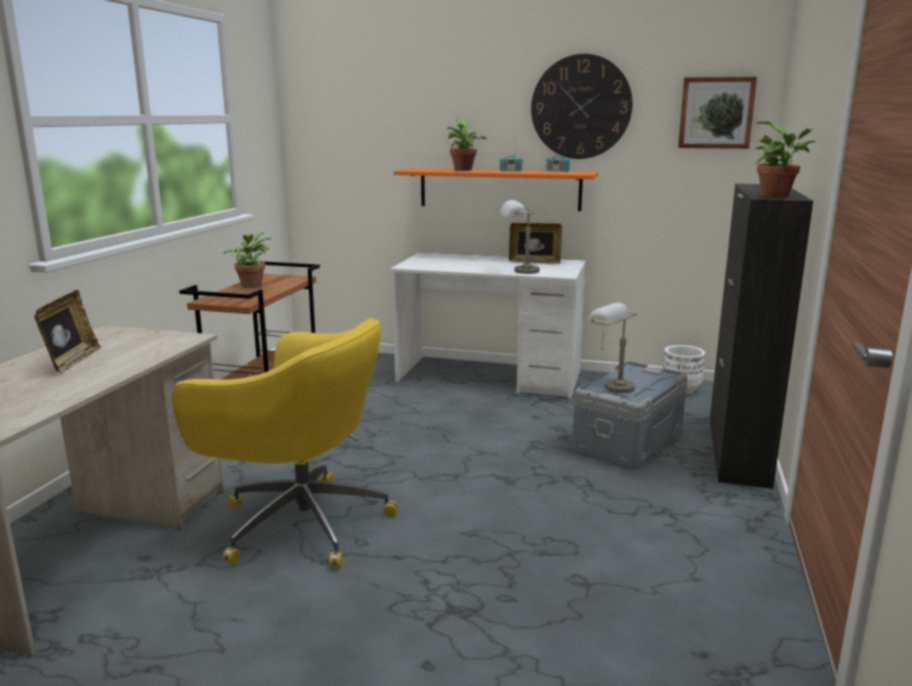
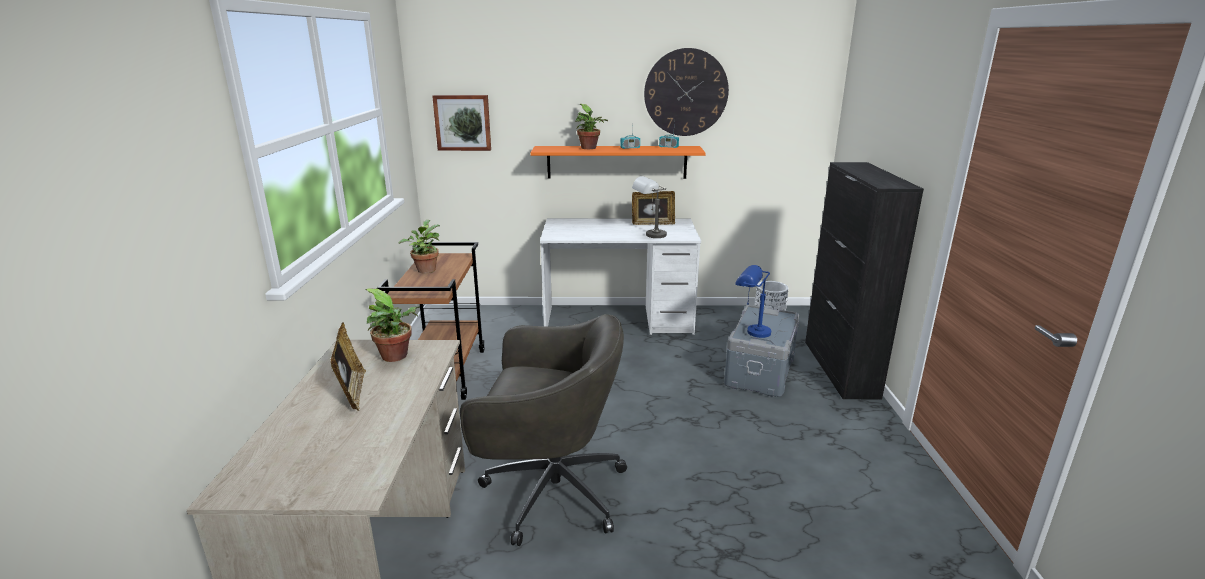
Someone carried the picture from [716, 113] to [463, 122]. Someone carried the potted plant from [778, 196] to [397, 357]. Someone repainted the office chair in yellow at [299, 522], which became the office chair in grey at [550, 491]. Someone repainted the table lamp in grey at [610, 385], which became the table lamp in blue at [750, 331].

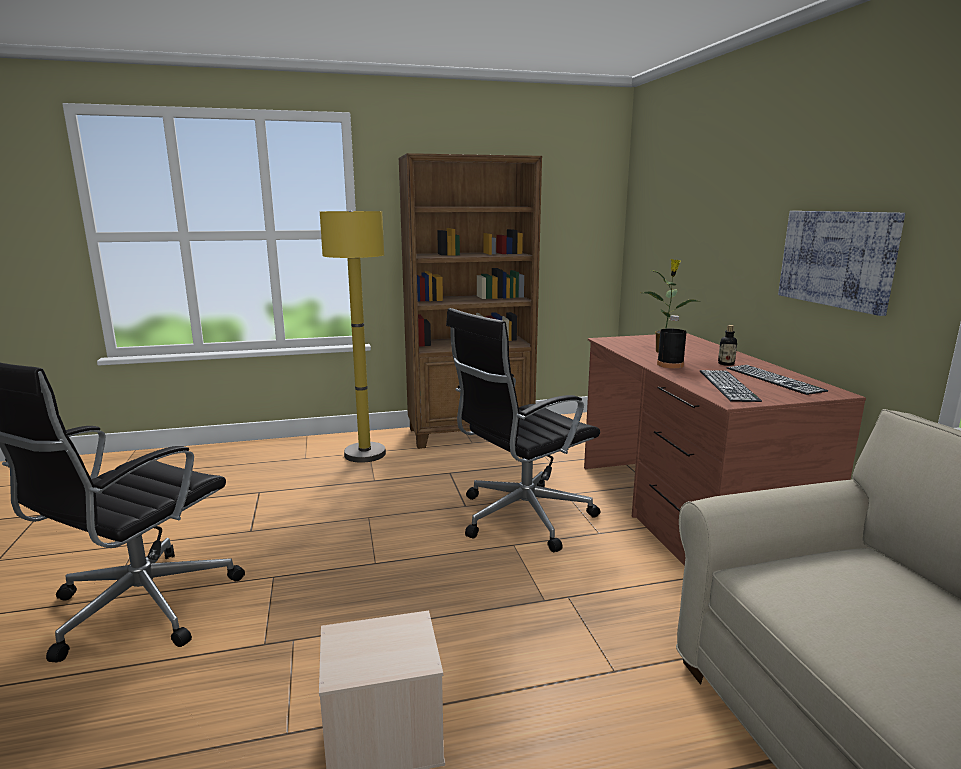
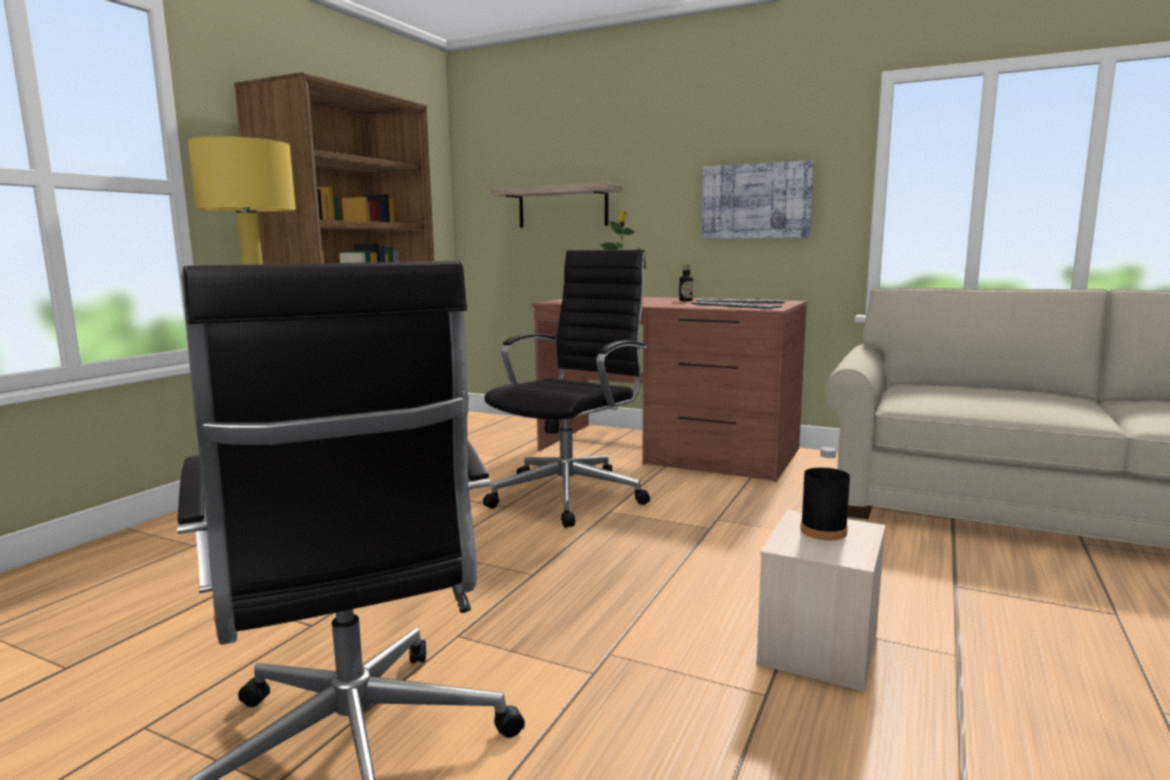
Someone put up the shelf at [562, 207]. Someone carried the bottle in black from [670, 365] to [823, 531]. Someone rotated the office chair in black at [521, 517] by 150 degrees counterclockwise.

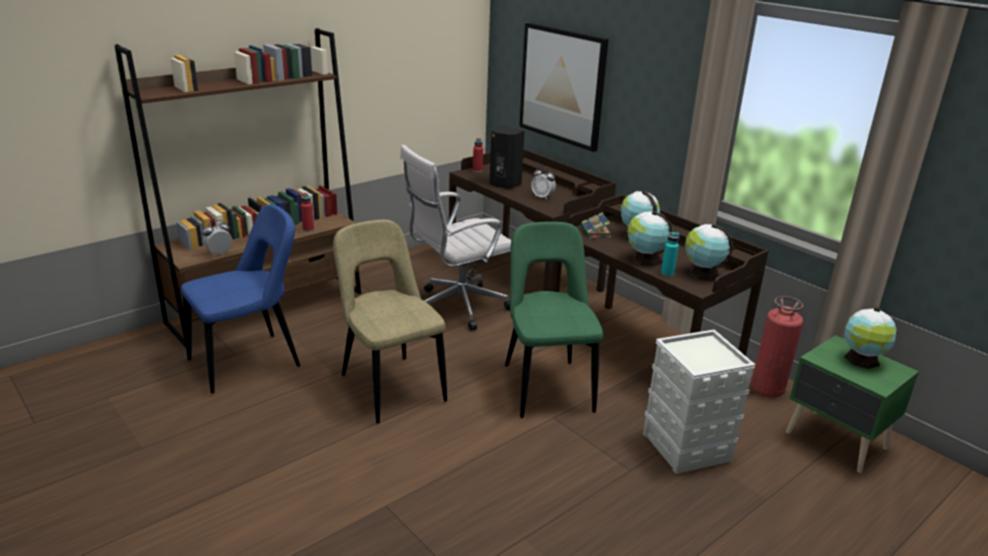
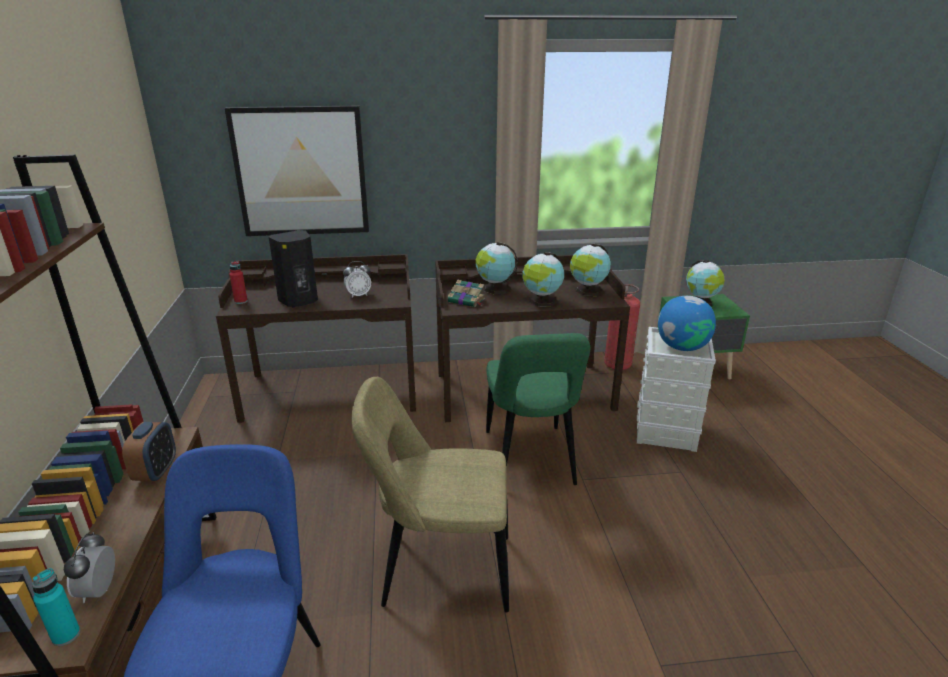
Someone took away the office chair in white at [457, 307]. Someone put down the globe at [682, 347]. Someone carried the bottle in turquoise from [667, 273] to [66, 635]. Someone swapped the bottle in red at [308, 229] for the alarm clock at [156, 472]. Someone rotated the chair in green at [546, 385] by 120 degrees counterclockwise.

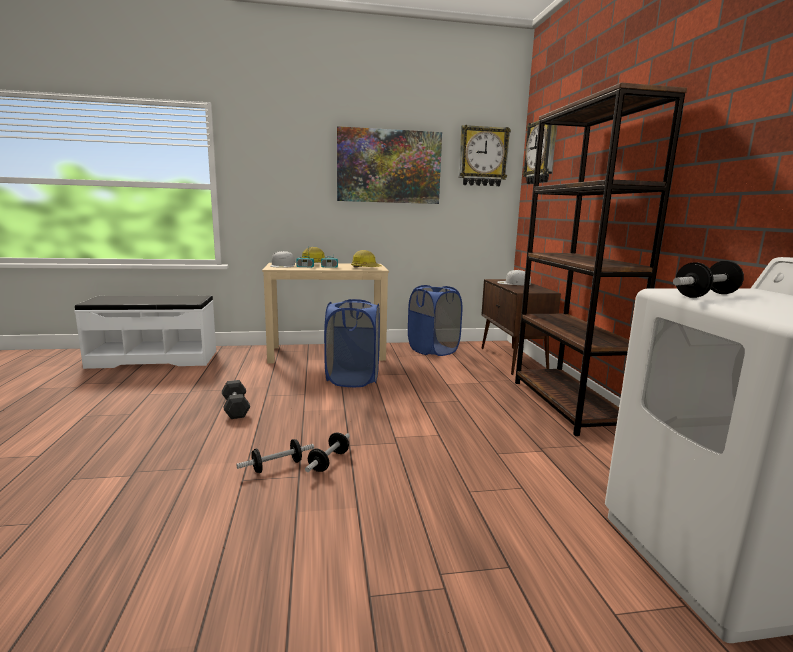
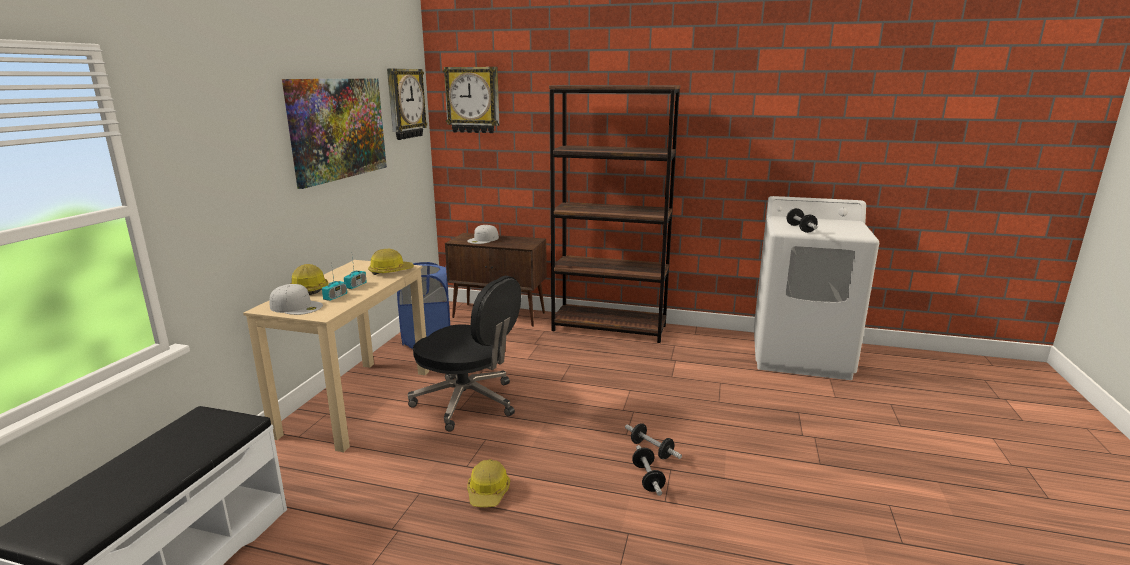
Someone swapped the dumbbell in grey at [235, 408] for the hard hat at [488, 492]. Someone swapped the laundry basket in blue at [352, 379] for the office chair in black at [468, 402].

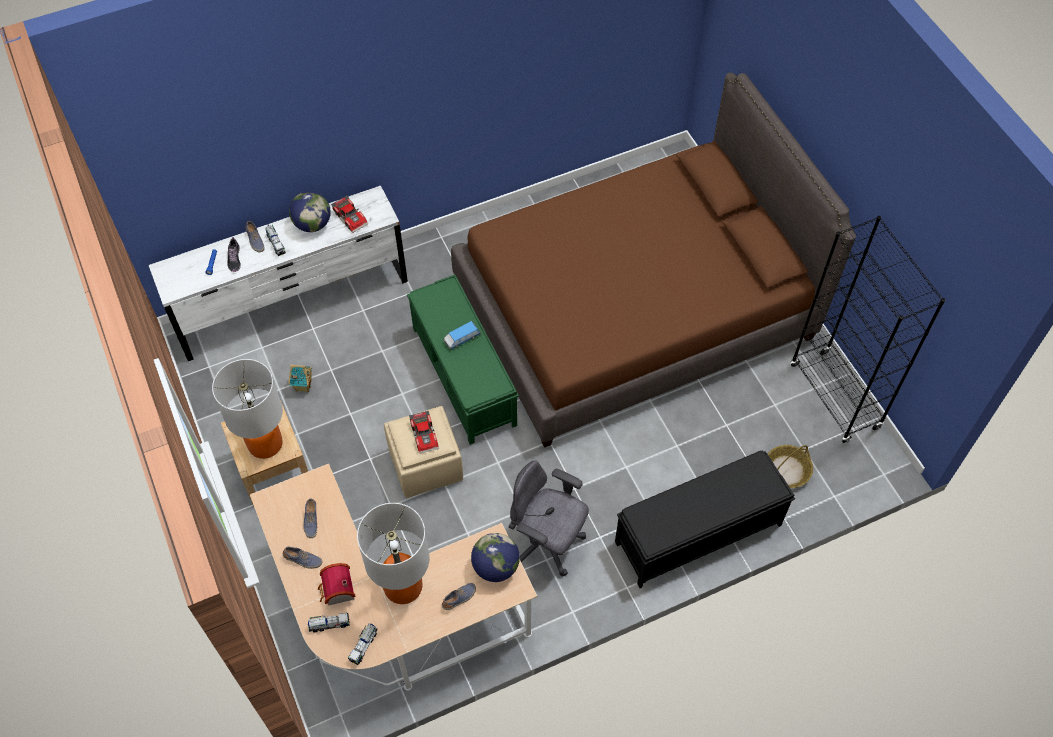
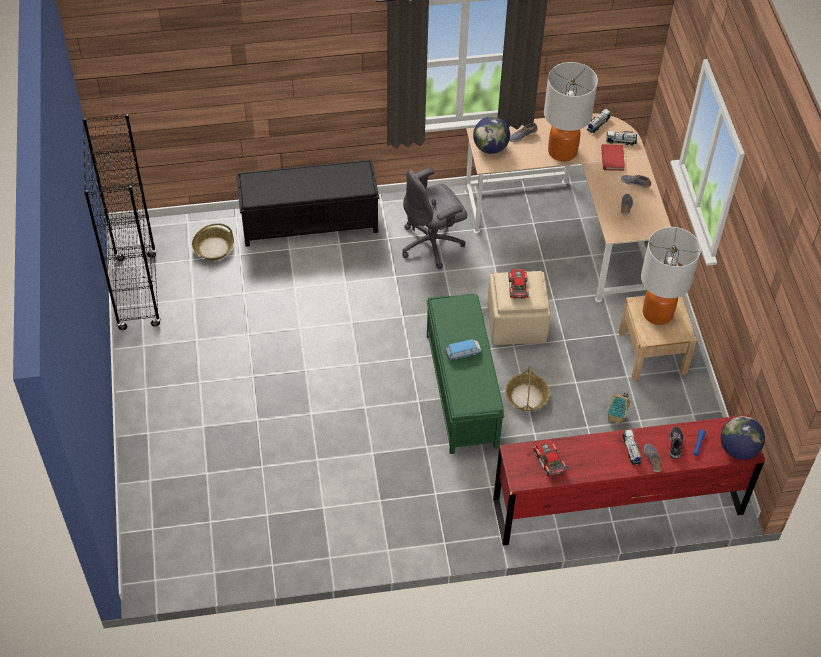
Someone took away the bed in brown at [634, 310]. Someone put down the basket at [527, 397]. Someone carried the globe from [312, 224] to [738, 449]. Someone swapped the toy house at [337, 591] for the book in red at [612, 159]. Someone repainted the dresser in white at [292, 302], which became the dresser in red at [617, 506]. Someone rotated the office chair in grey at [546, 543] by 105 degrees clockwise.

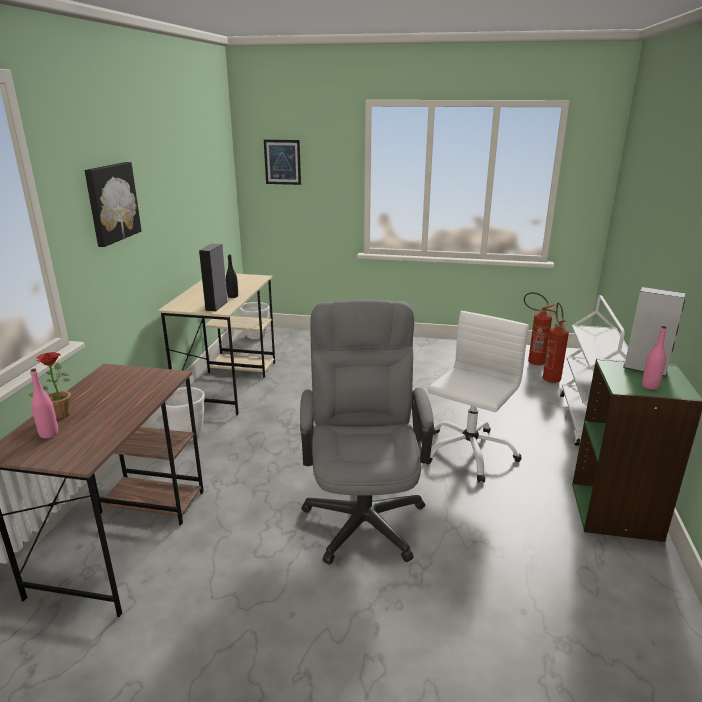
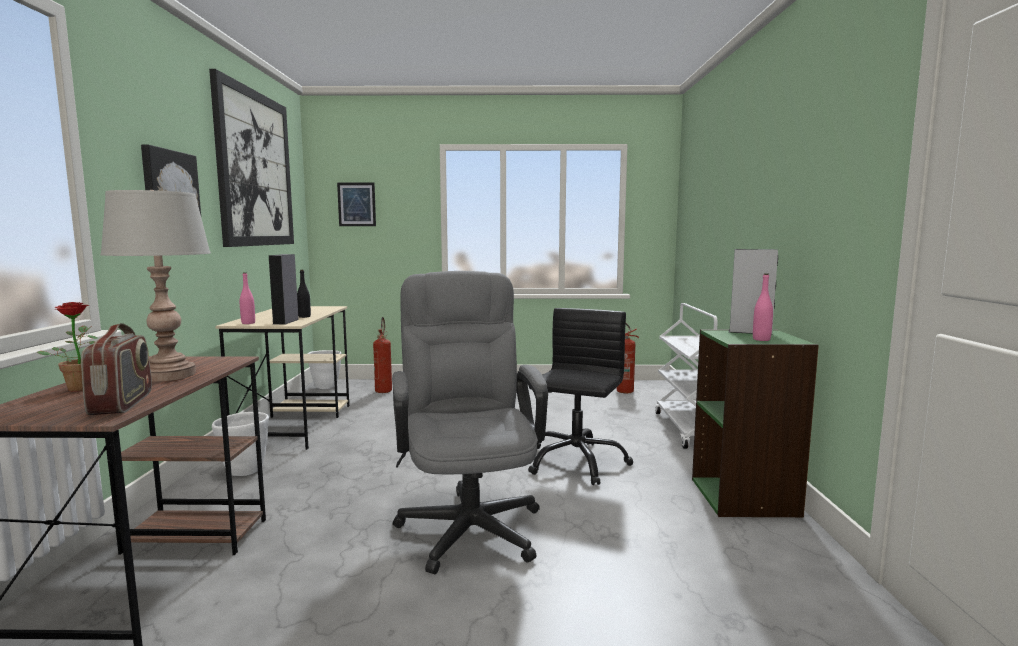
Someone put down the radio at [123, 403]. Someone put down the table lamp in grey at [169, 375]. Someone put up the picture at [255, 169]. Someone carried the bottle in pink from [49, 434] to [248, 323]. Someone carried the fire extinguisher from [550, 377] to [384, 389]. Someone repainted the office chair in white at [468, 452], which became the office chair in black at [576, 462].

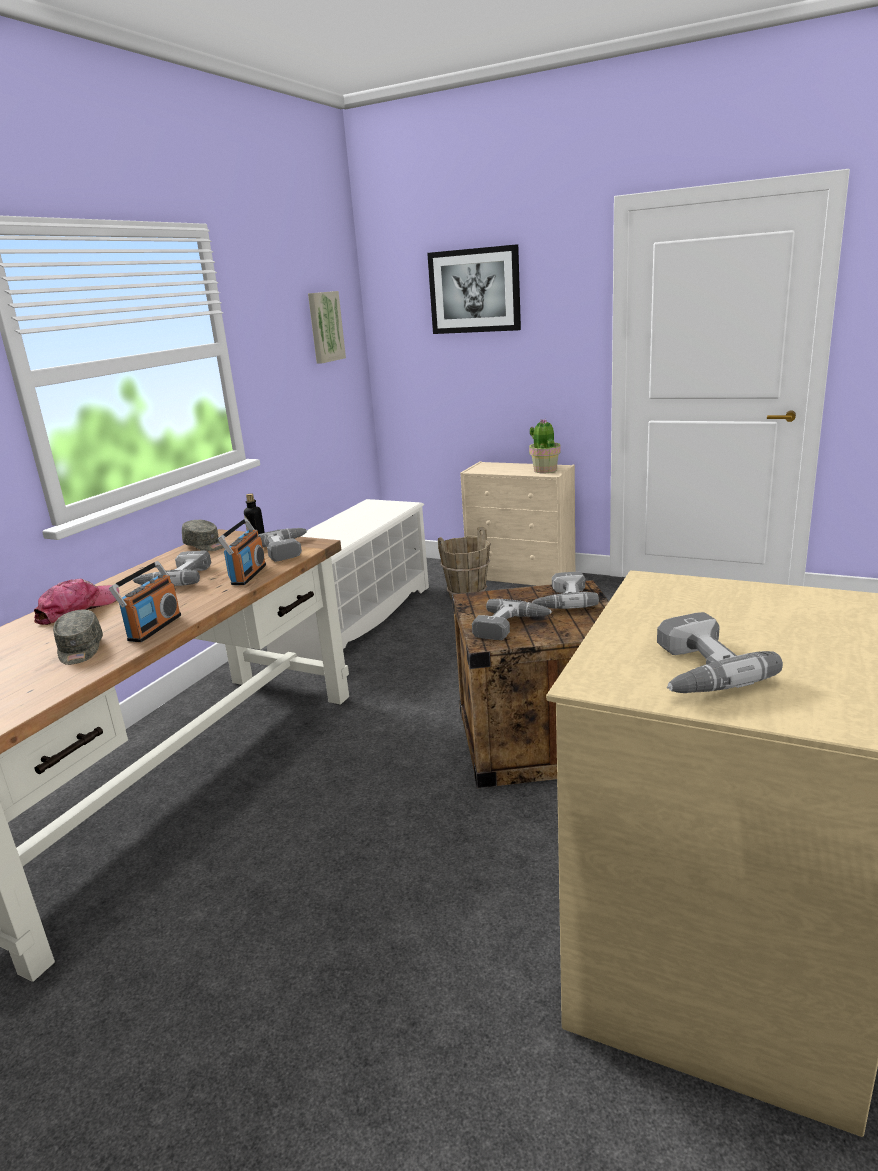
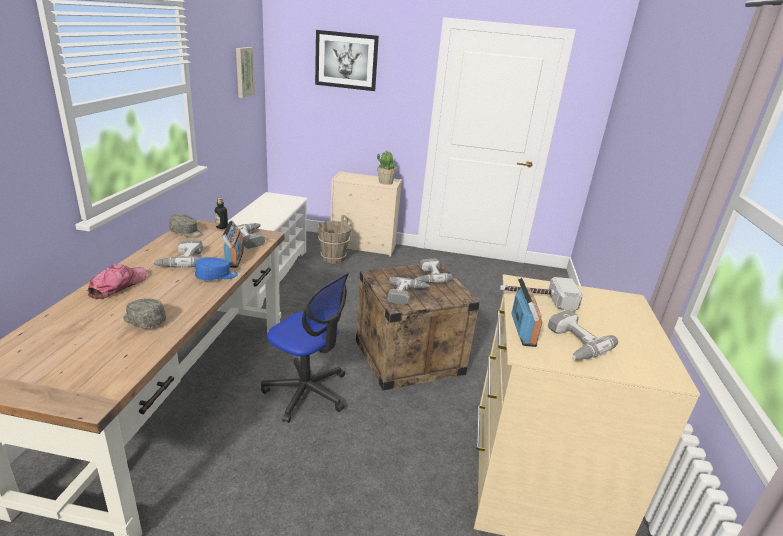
Someone put down the cap in blue at [217, 276]. Someone put down the office chair at [307, 392]. Someone put down the hammer at [536, 299]. Someone carried the radio from [154, 628] to [523, 331]. Someone rotated the cap in grey at [80, 650] by 150 degrees clockwise.

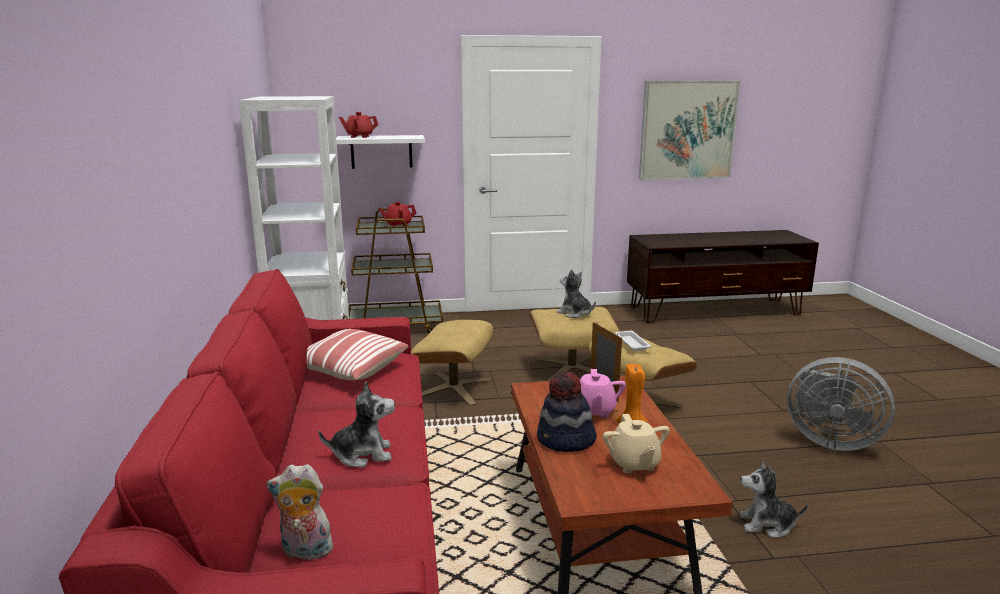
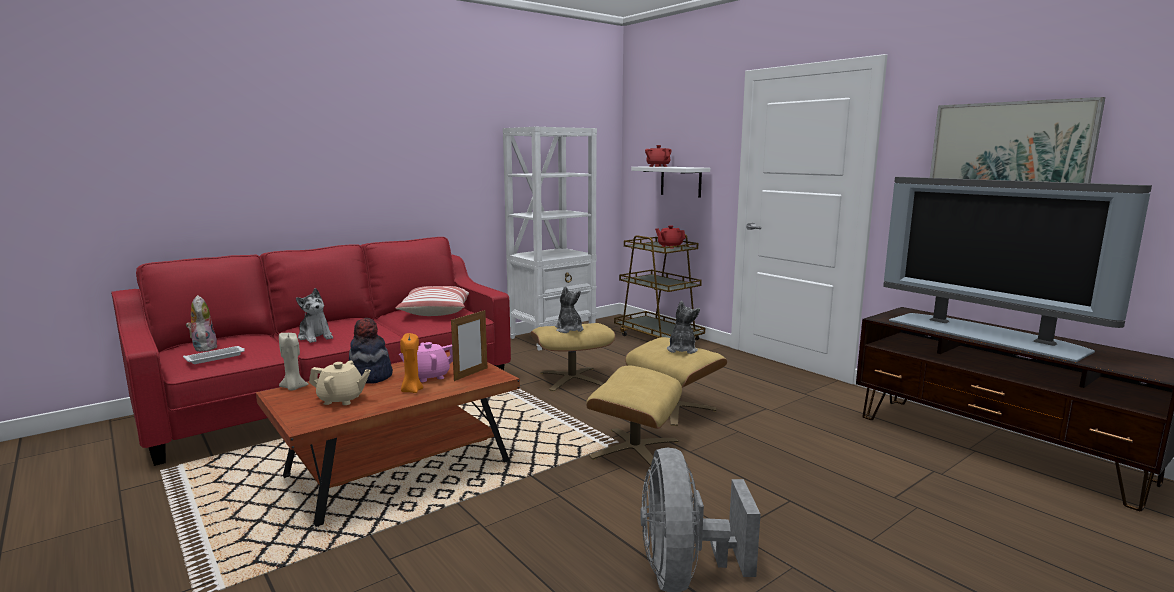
Someone put down the candle in beige at [293, 388]. Someone put down the television at [985, 334]. Someone carried the tray in white from [631, 343] to [216, 357]. Someone carried the plush toy from [767, 525] to [569, 330]. Someone rotated the teapot in beige at [634, 463] by 135 degrees counterclockwise.

